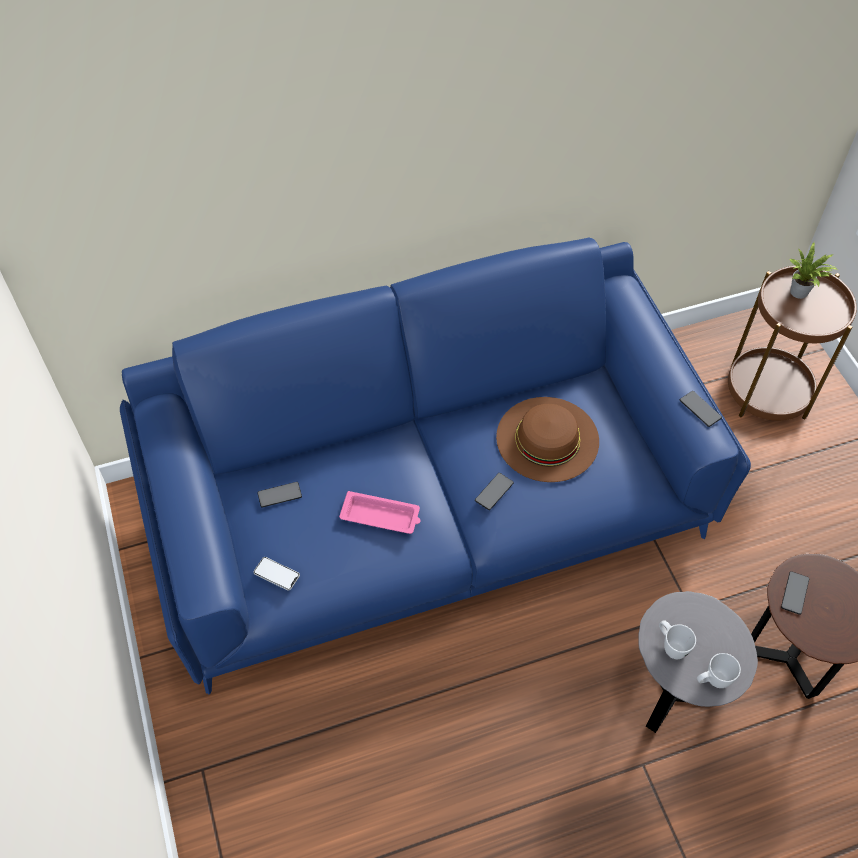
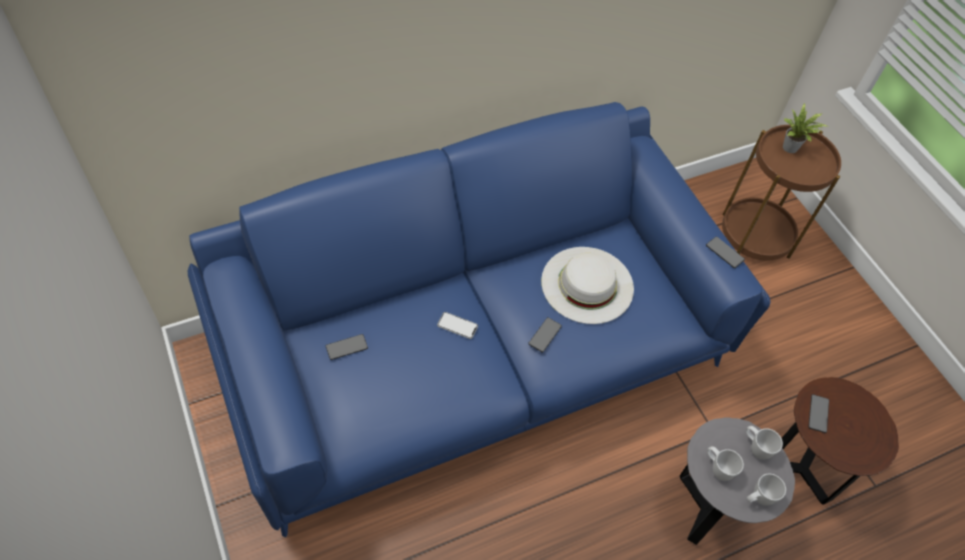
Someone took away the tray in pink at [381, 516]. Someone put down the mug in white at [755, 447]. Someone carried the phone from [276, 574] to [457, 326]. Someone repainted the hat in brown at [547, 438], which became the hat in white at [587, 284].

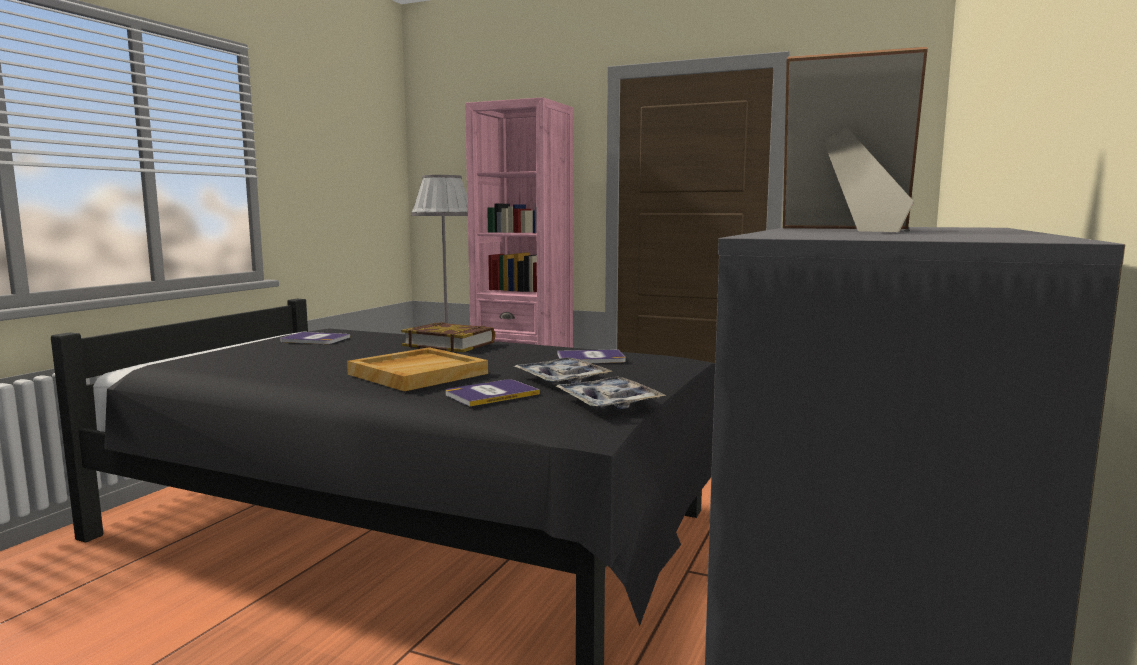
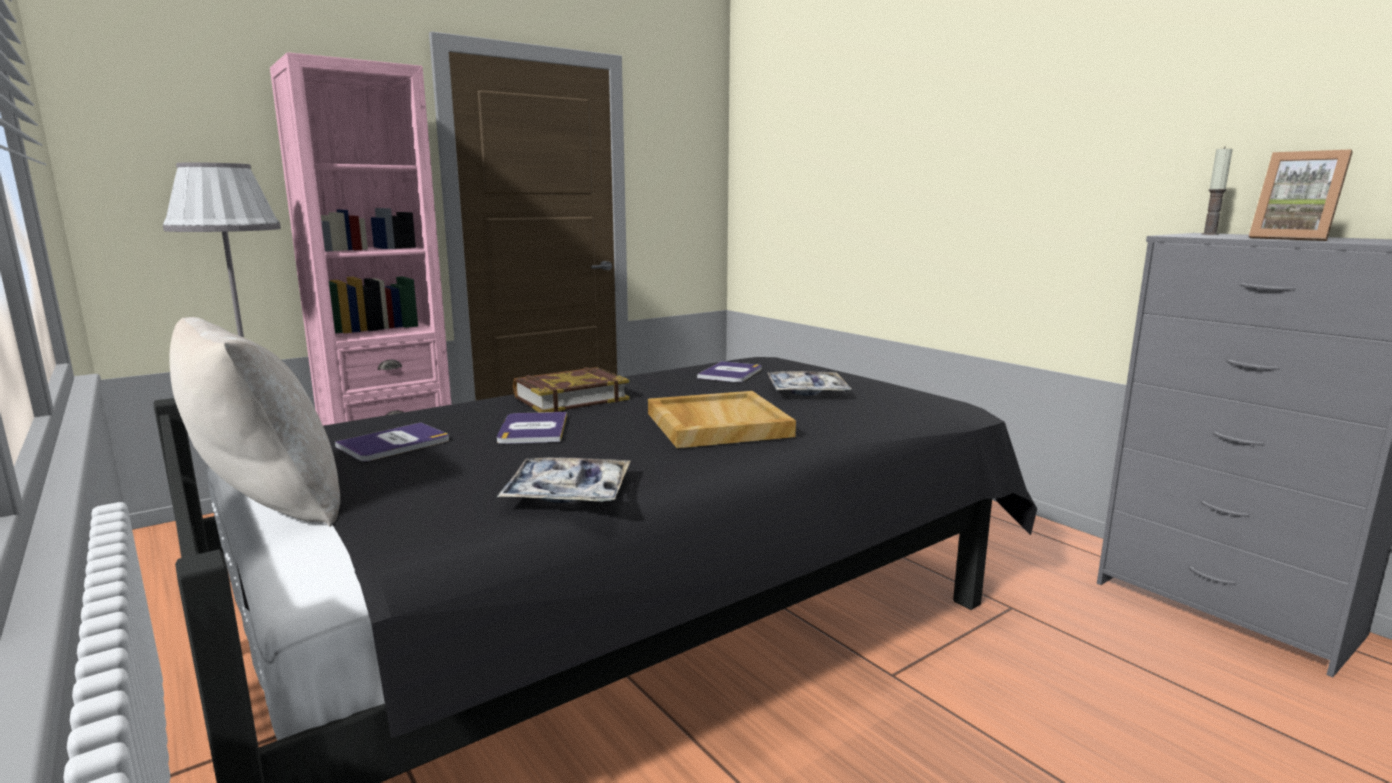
Someone put down the pillow in beige at [266, 504]. Someone put down the candle at [1209, 234]. Someone carried the book from [491, 394] to [533, 429]. Someone carried the tray from [608, 403] to [568, 493]. Someone rotated the picture frame at [844, 229] by 90 degrees counterclockwise.

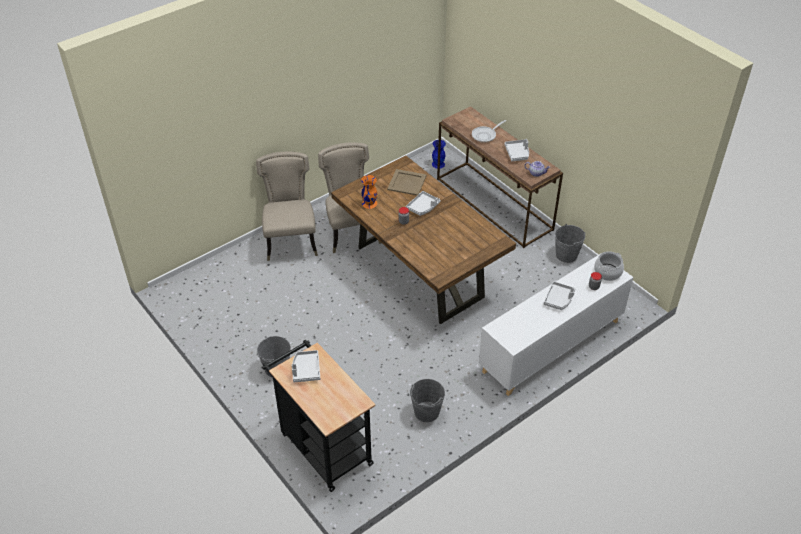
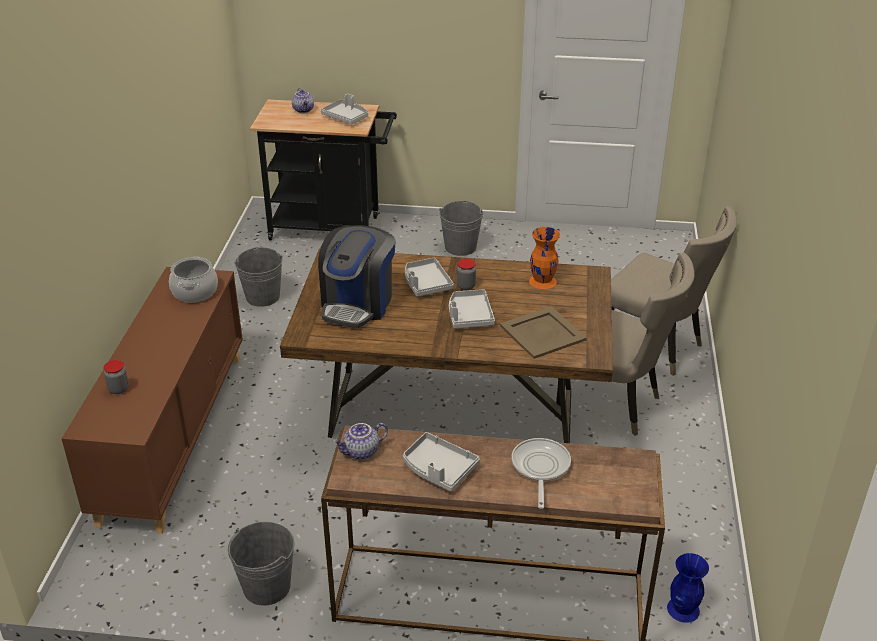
Someone put down the teapot at [304, 110]. Someone put down the coffee machine at [357, 304]. Someone carried the tray in grey from [559, 299] to [426, 284]. Someone carried the cooking pot from [607, 272] to [194, 292]. Someone repainted the cabinet in white at [551, 346], which became the cabinet in brown at [174, 435].

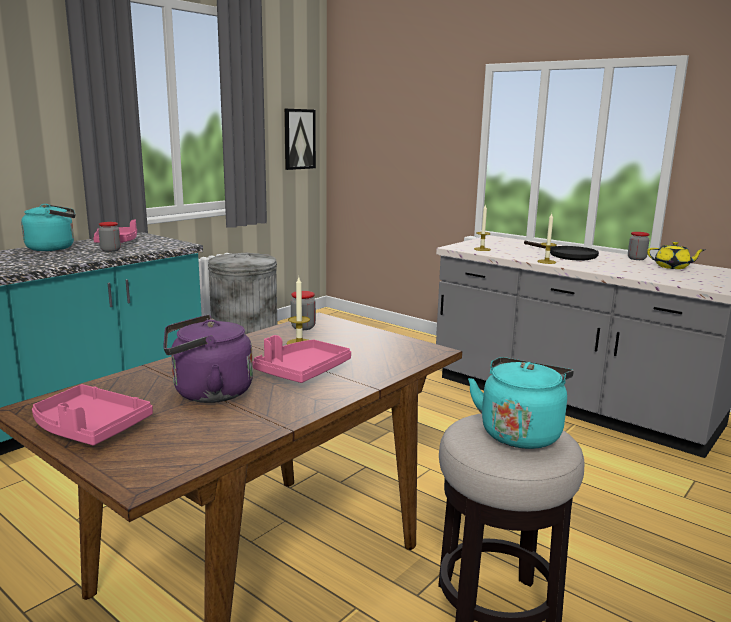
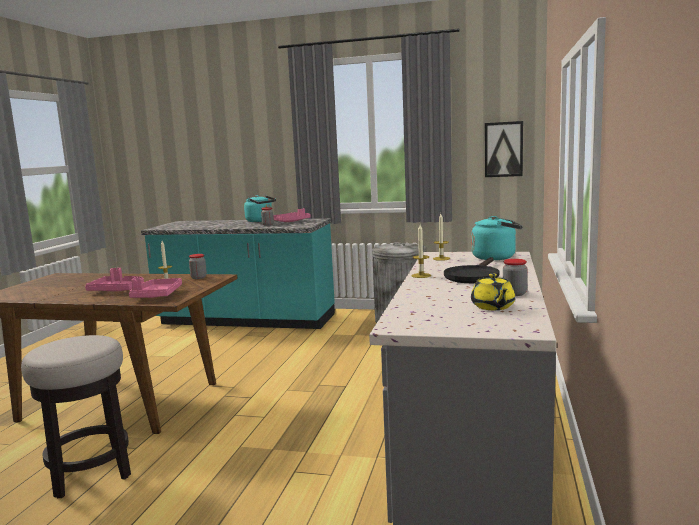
Someone took away the kettle in purple at [207, 393]. Someone carried the tray in pink from [89, 428] to [157, 295]. Someone carried the kettle in turquoise from [521, 432] to [496, 257].

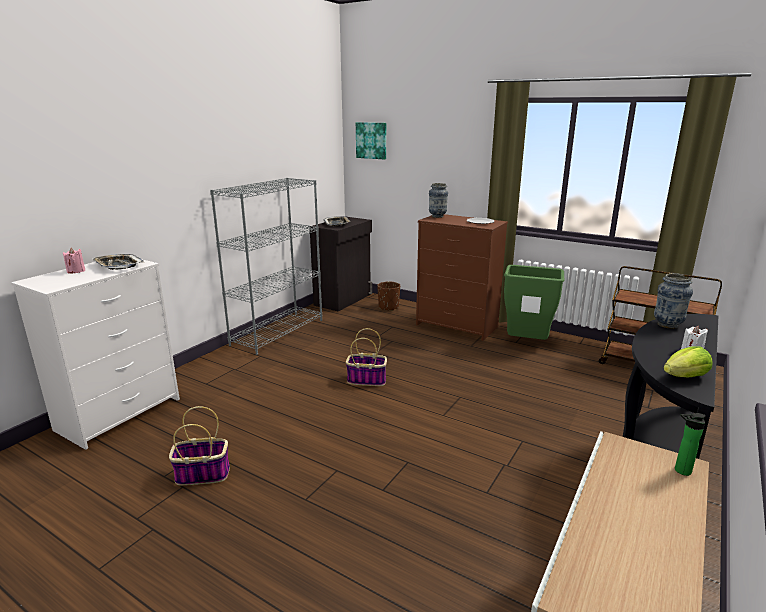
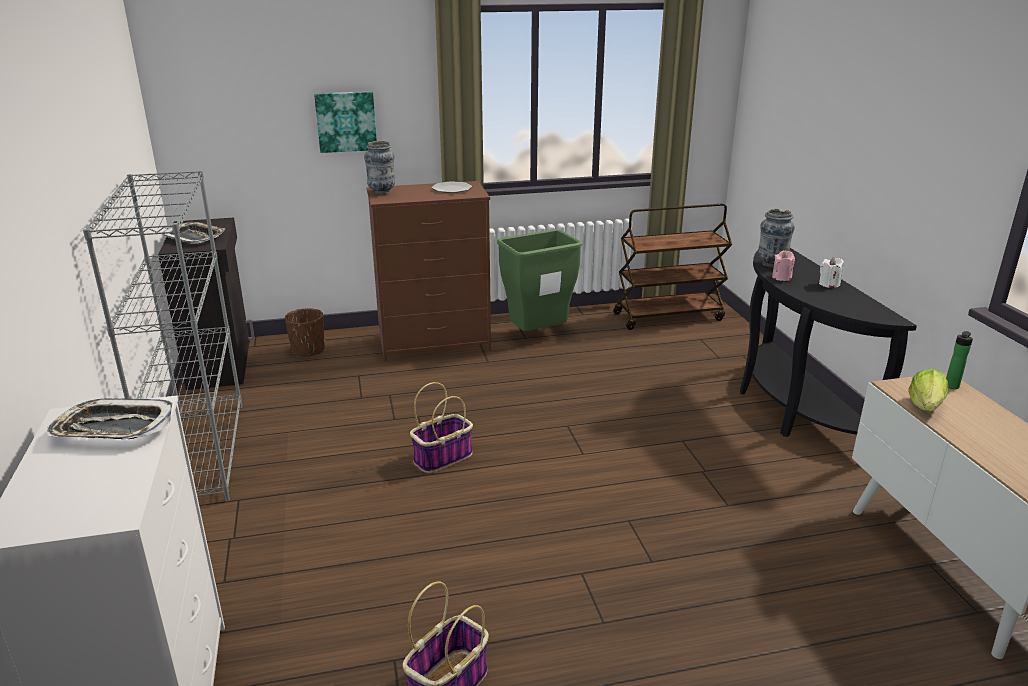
Someone carried the candle in pink from [76, 271] to [781, 277]. Someone carried the picture from [371, 140] to [346, 121]. Someone carried the lettuce from [685, 377] to [925, 406].

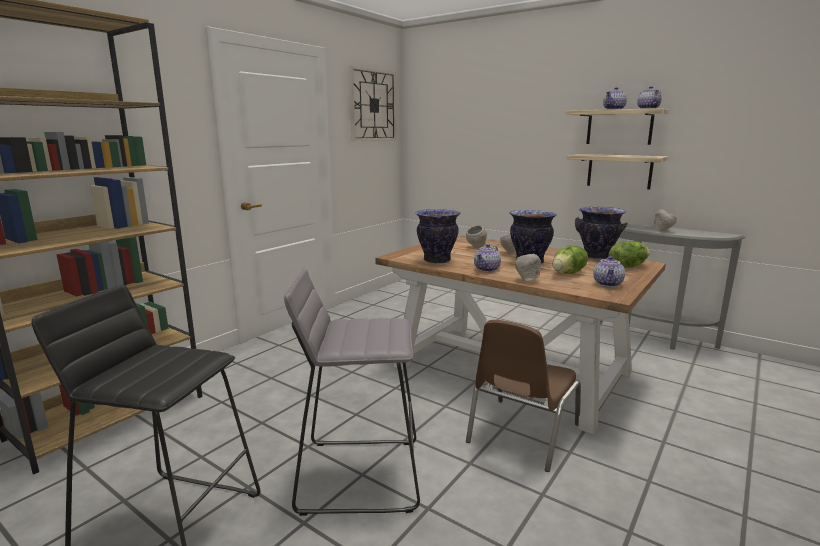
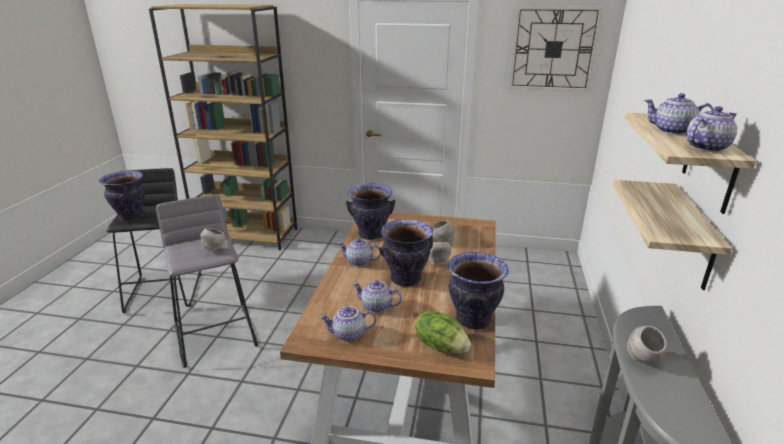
Someone took away the chair in brown at [521, 434]. Someone put down the vase at [130, 217]. Someone carried the bowl in grey from [527, 280] to [214, 250]. Someone swapped the lettuce at [568, 273] for the teapot at [377, 306].

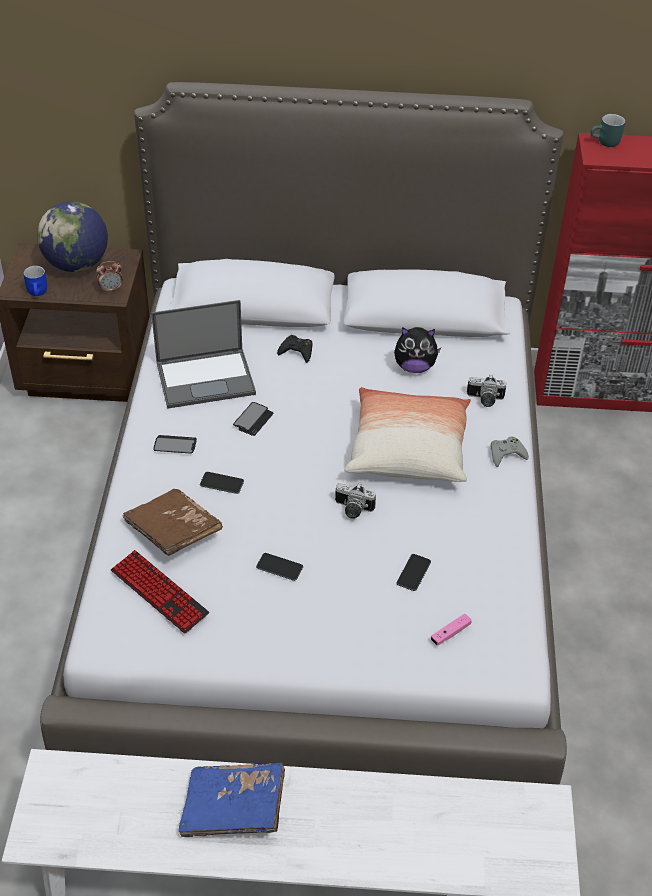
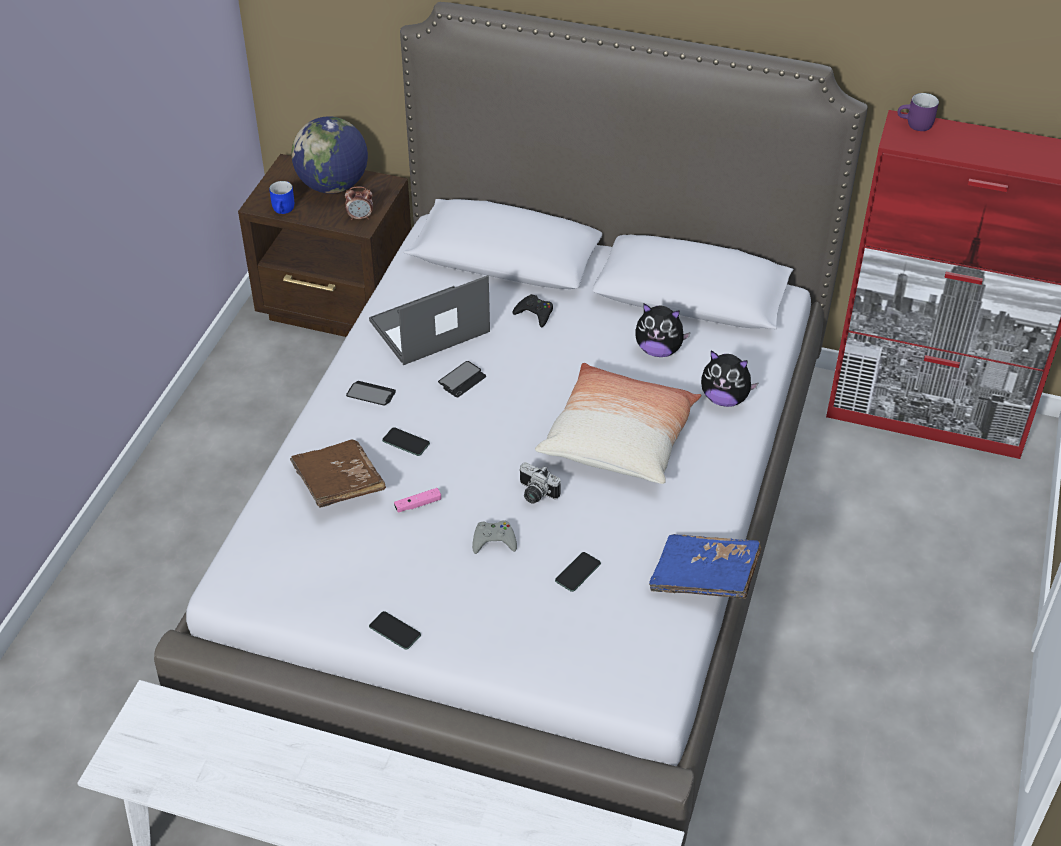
Someone took away the keyboard at [159, 592]. Someone carried the book in blue from [234, 809] to [704, 578]. Someone carried the phone from [279, 567] to [395, 631]. Someone carried the game controller in pink from [450, 633] to [418, 504]. Someone carried the game controller in grey from [506, 454] to [494, 540]. Someone swapped the photo camera at [484, 400] for the plush toy at [725, 399]. Someone repainted the mug in turquoise at [605, 143], which became the mug in purple at [915, 125]. Someone rotated the laptop at [206, 378] by 150 degrees clockwise.

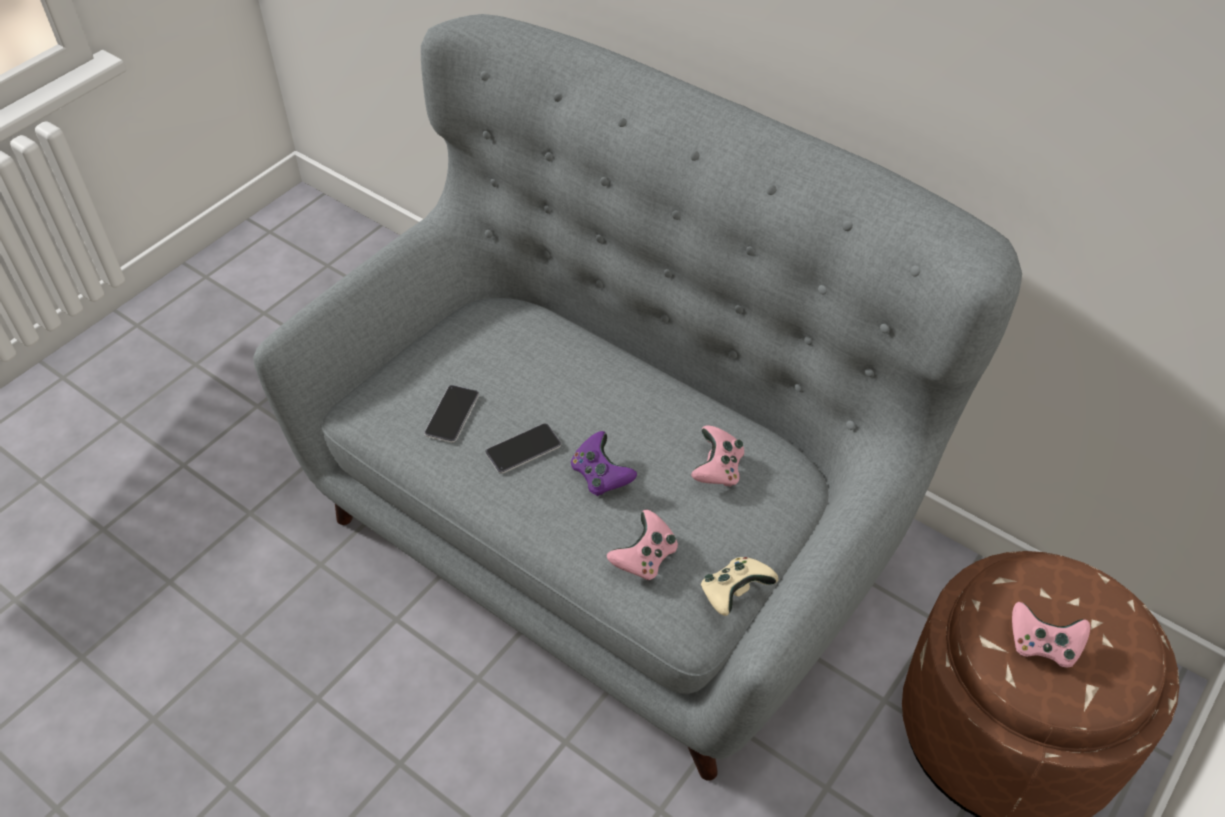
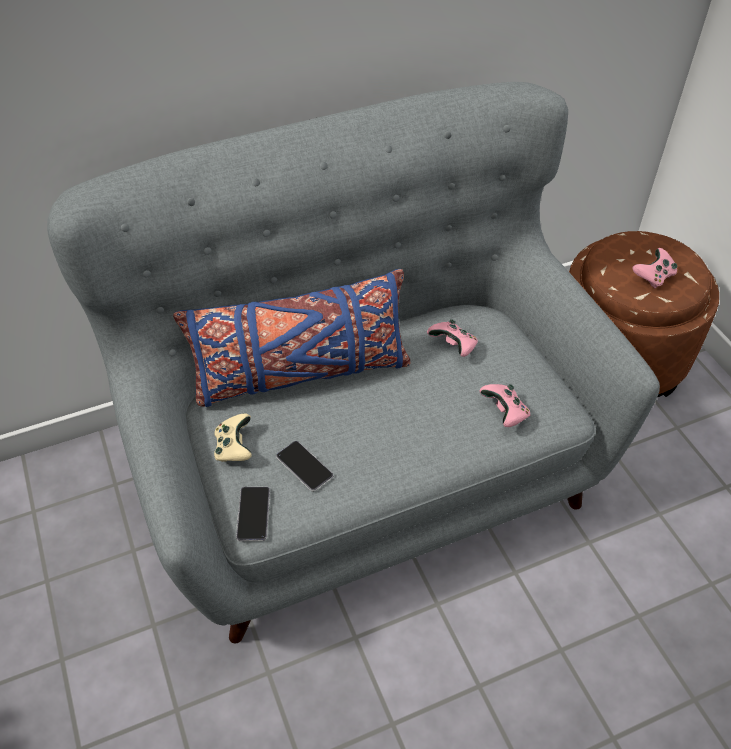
Someone took away the game controller in purple at [601, 476]. Someone put down the pillow in blue at [301, 374]. Someone carried the phone from [523, 449] to [253, 514]. Someone carried the game controller in beige from [734, 593] to [234, 447].

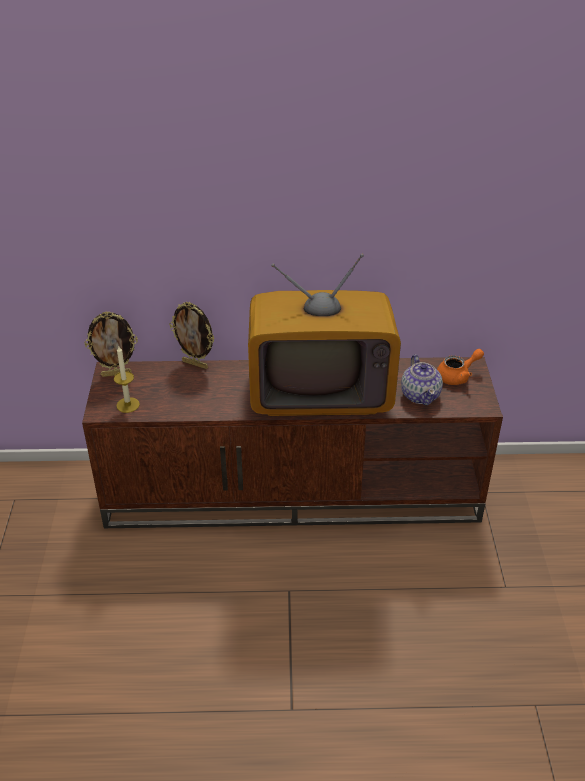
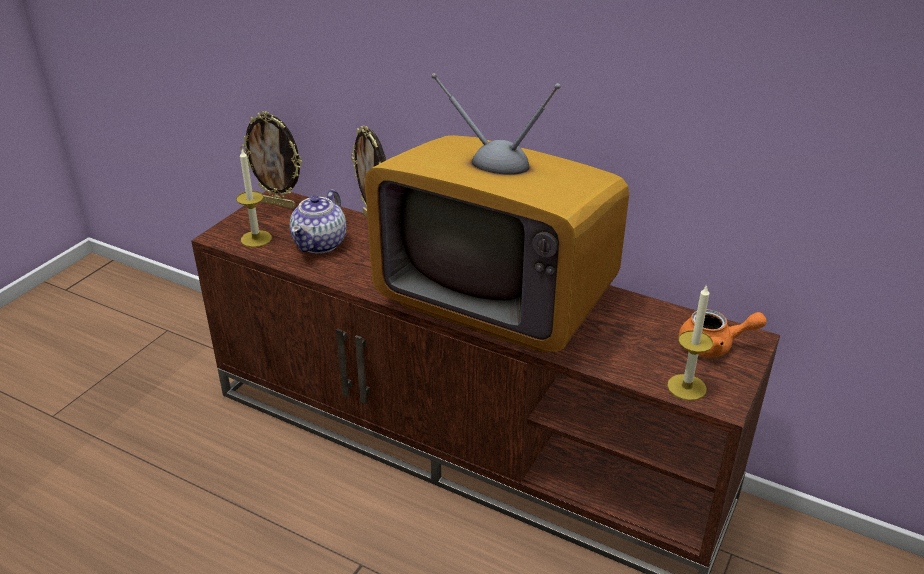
Someone put down the candle at [686, 387]. Someone carried the teapot from [420, 395] to [321, 243].

